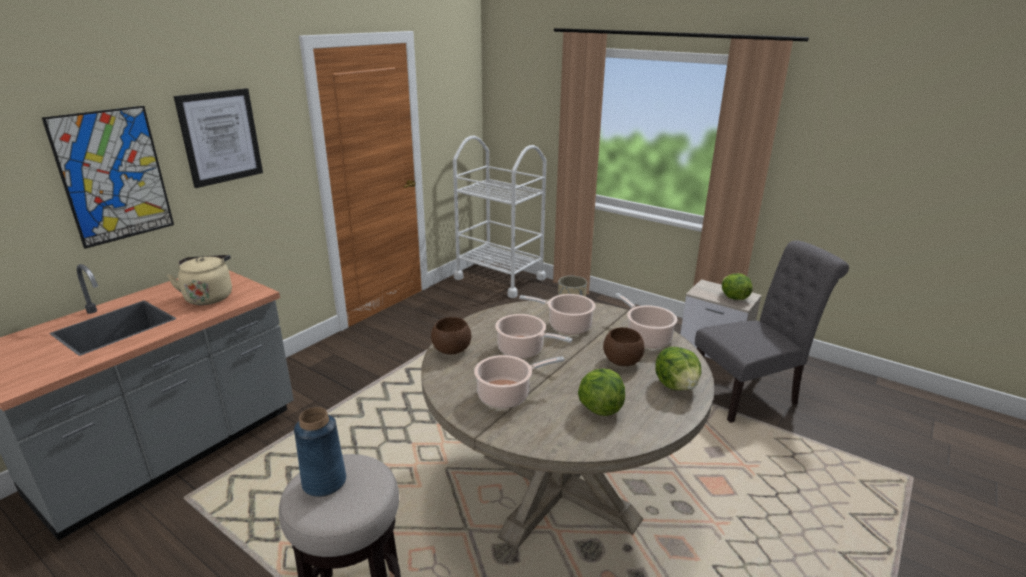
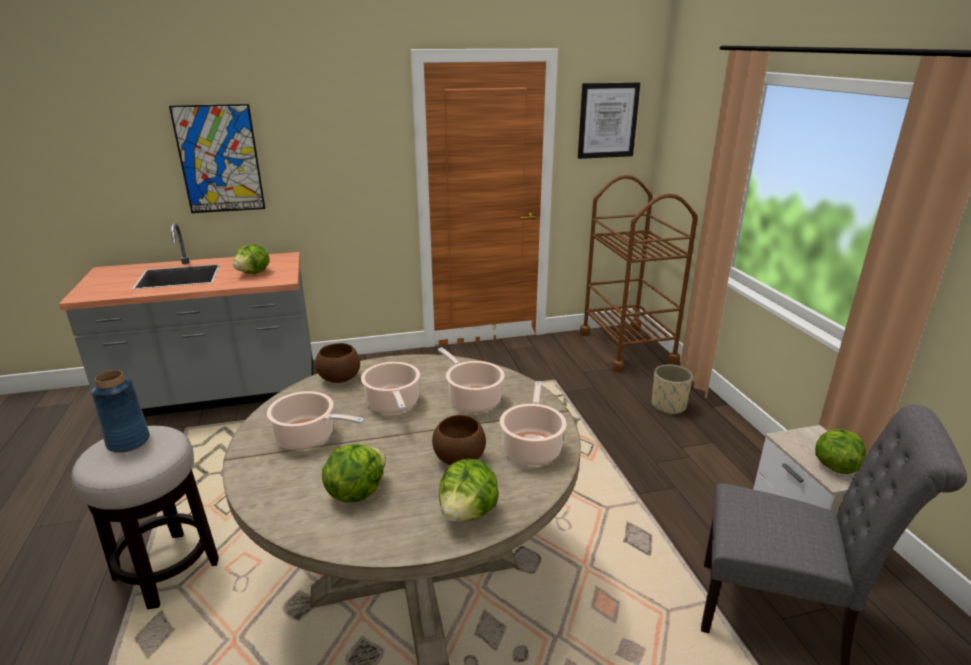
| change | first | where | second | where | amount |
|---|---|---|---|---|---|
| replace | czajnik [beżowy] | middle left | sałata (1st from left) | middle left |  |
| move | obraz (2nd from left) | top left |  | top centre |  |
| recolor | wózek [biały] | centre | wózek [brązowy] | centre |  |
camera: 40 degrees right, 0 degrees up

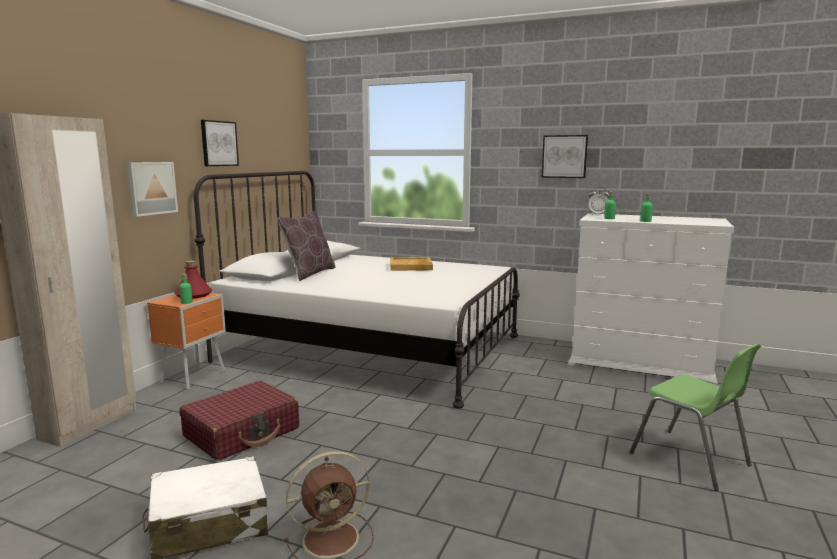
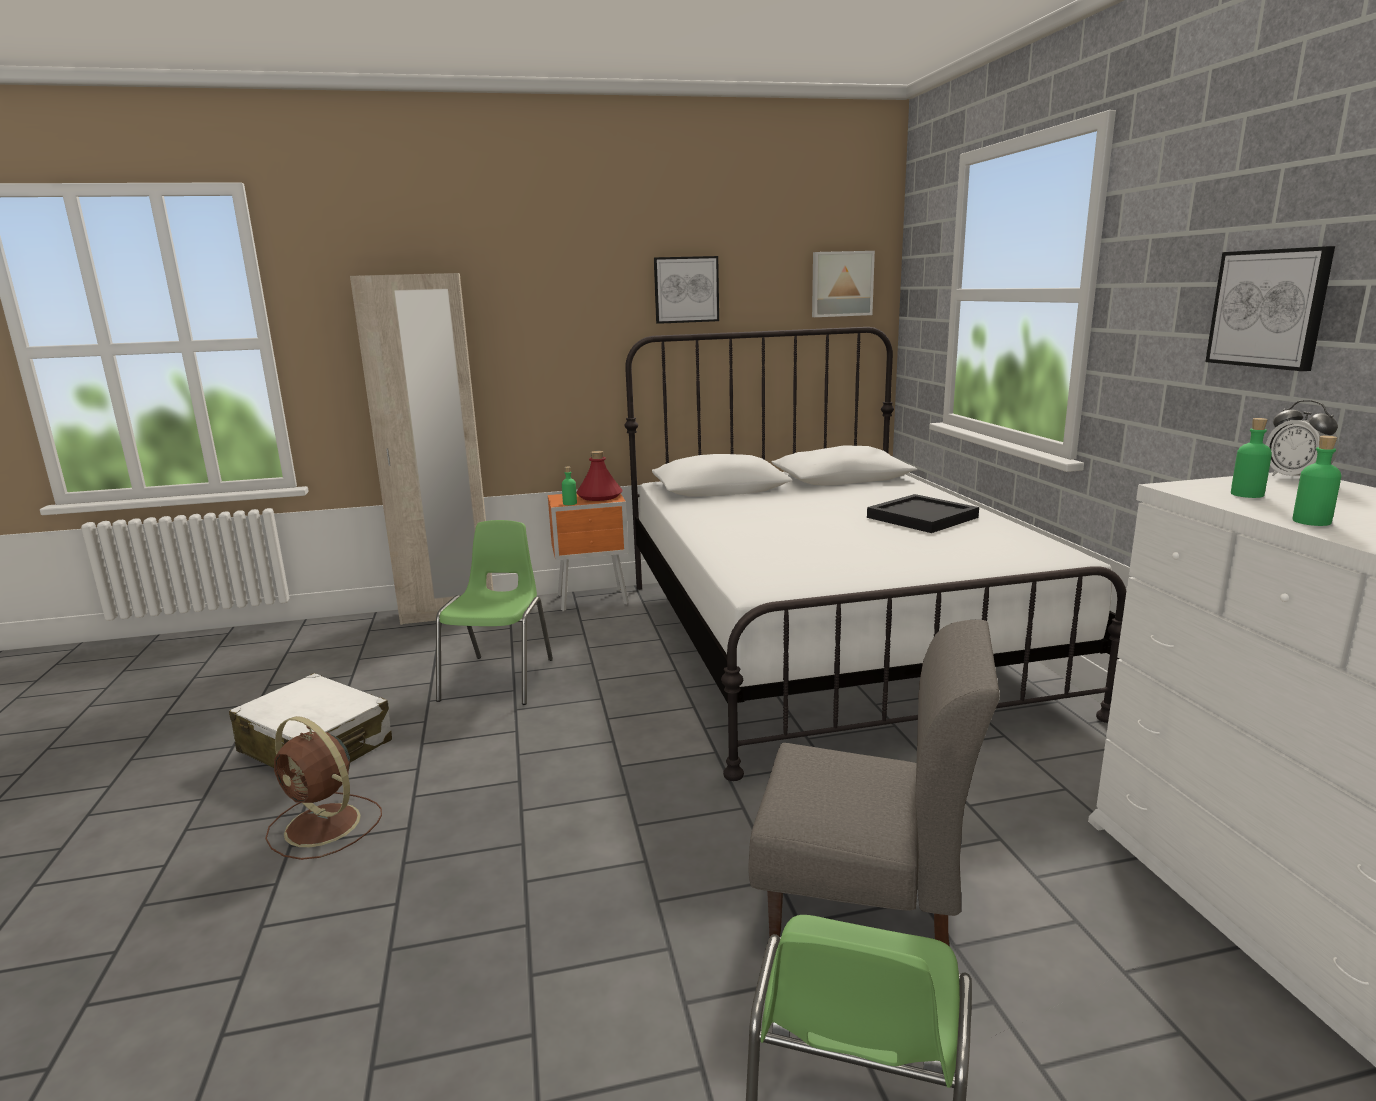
| change | first | where | second | where | amount |
|---|---|---|---|---|---|
| move | obraz (1st from left in the first image) | middle left | obraz (2nd from left) | top centre |  |
| replace | walizka [czerwony] | bottom left | krzesło [zielony] (1st from left) | centre |  |
| delete | poduszka [brązowy] | centre |  |  |  |
| recolor | taca [beżowy] | centre | taca [czarny] | middle right |  |
| insert |  |  | krzesło [szary] | bottom centre |  |
camera: 55 degrees right, 5 degrees up

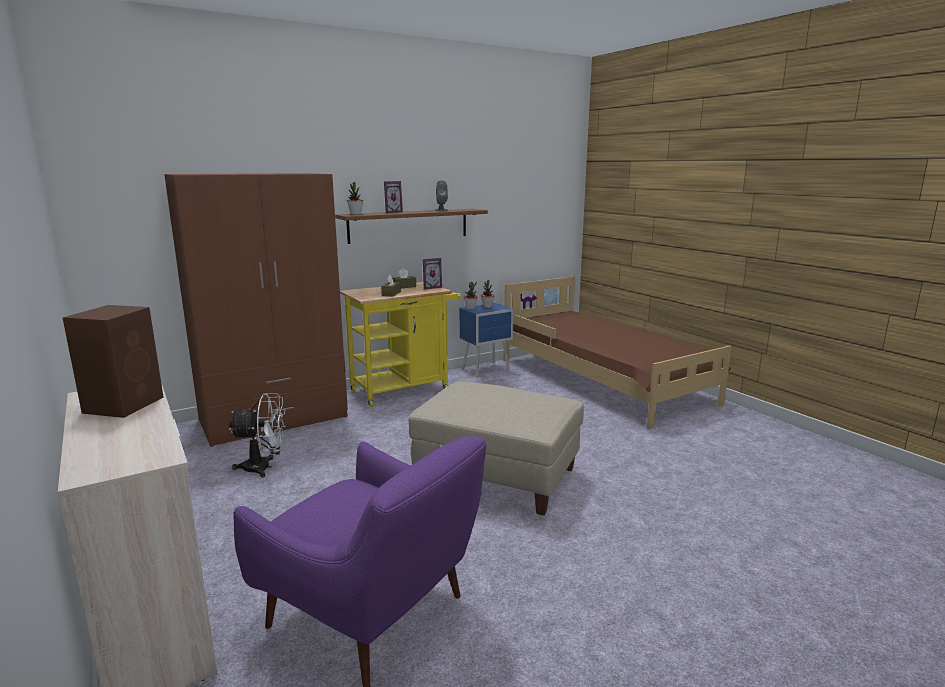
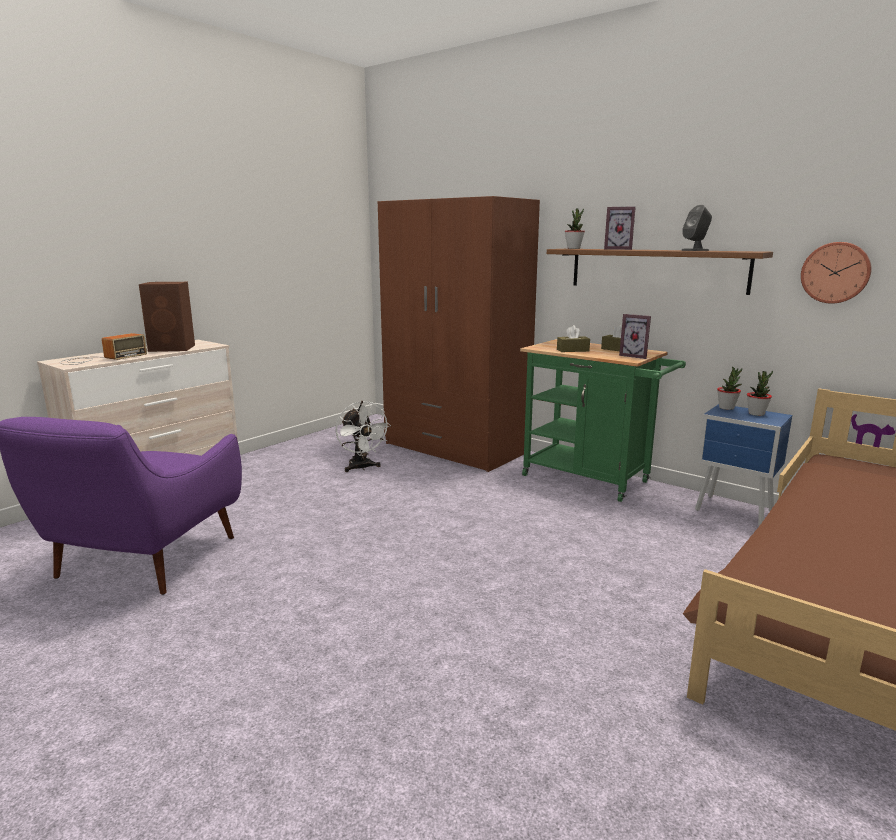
| change | first | where | second | where | amount |
|---|---|---|---|---|---|
| recolor | wózek [żółty] | centre | wózek [zielony] | middle right |  |
| delete | pufa [beżowy] | centre |  |  |  |
| insert |  |  | radio | middle left |  |
| insert |  |  | zegar ścienny | top right |  |
camera: 70 degrees right, 0 degrees up

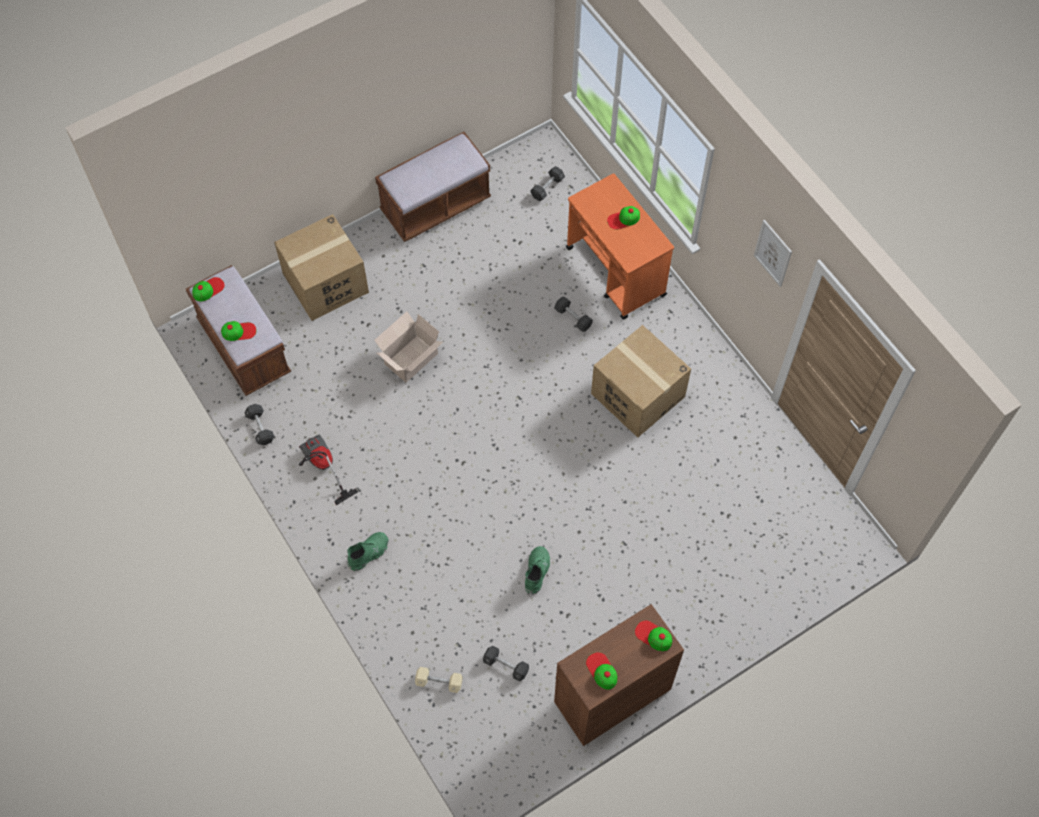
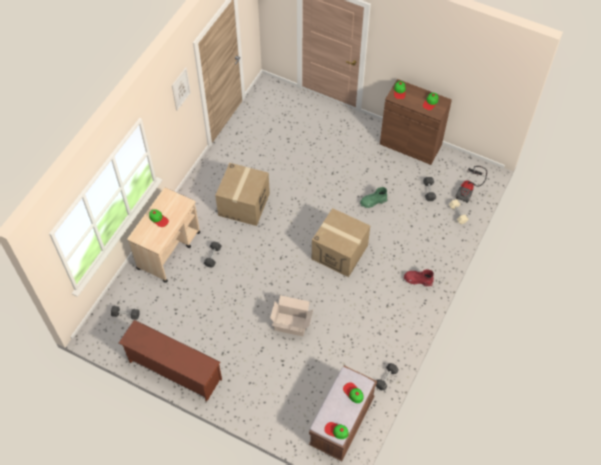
| change | first | where | second | where | amount |
|---|---|---|---|---|---|
| move | karton (1st from left in the first image) | top left | karton (3rd from left) | centre |  |
| move | odkurzacz | middle left |  | middle right |  |
| recolor | but z cholewką [zielony] (1st from left) | bottom centre | but z cholewką [czerwony] | middle right |  |
| replace | ławka [brązowy] (2nd from left) | top centre | regał na buty [brązowy] | bottom left |  |
| recolor | wózek [pomarańczowy] | top centre | wózek [beżowy] | middle left |  |
camera: 120 degrees left, 5 degrees down

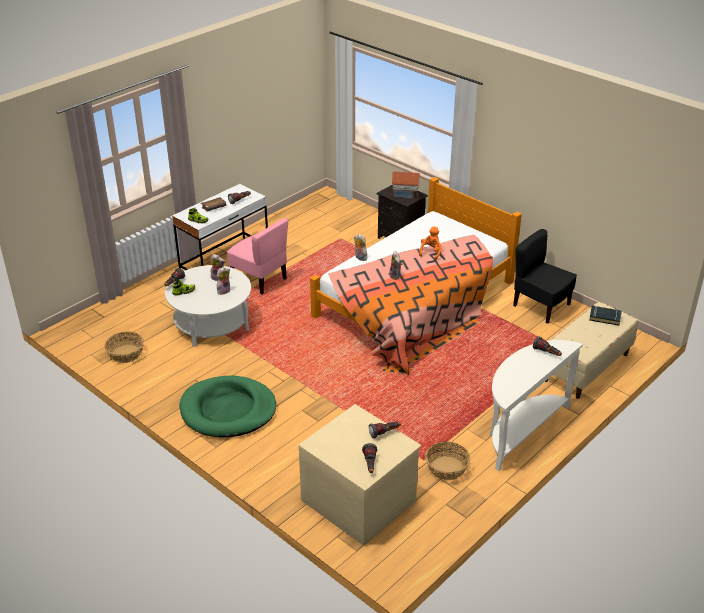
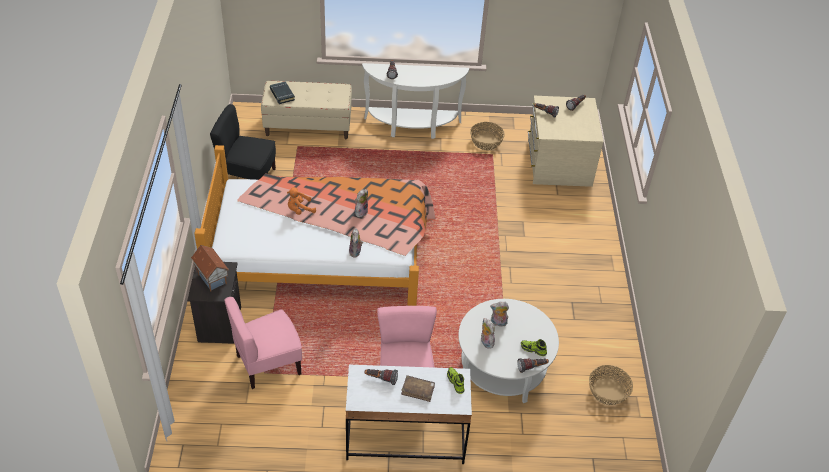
| change | first | where | second | where | amount |
|---|---|---|---|---|---|
| delete | legowisko [zielony] | middle left |  |  |  |
| rotate | krzesło [czarny] | middle right |  | top left | 105 degrees clockwise |
| insert |  |  | krzesło [różowy] (1st from left) | bottom left |  |
camera: 135 degrees left, 10 degrees up

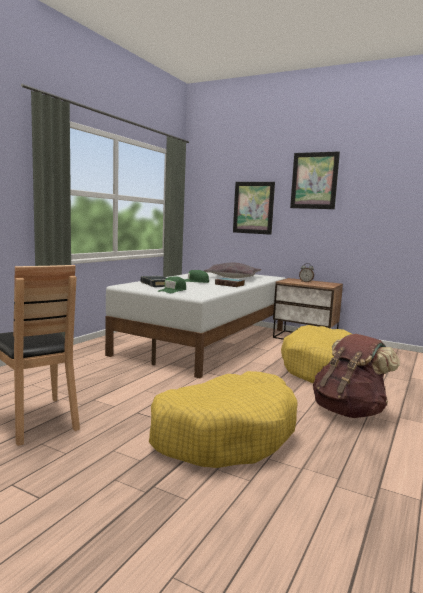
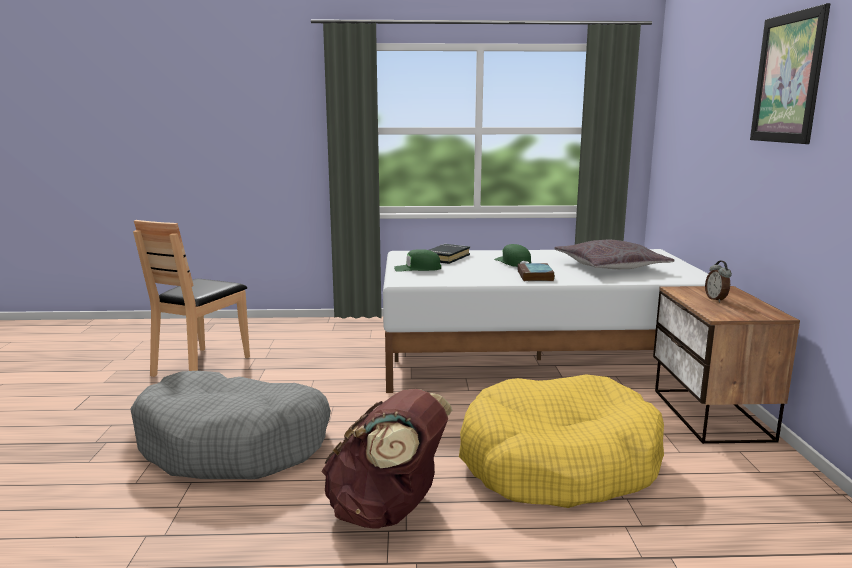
| change | first | where | second | where | amount |
|---|---|---|---|---|---|
| recolor | legowisko [żółty] (1st from left) | bottom centre | legowisko [szary] | bottom left |  |
| delete | obraz (1st from left) | centre |  |  |  |
camera: 60 degrees right, 5 degrees up

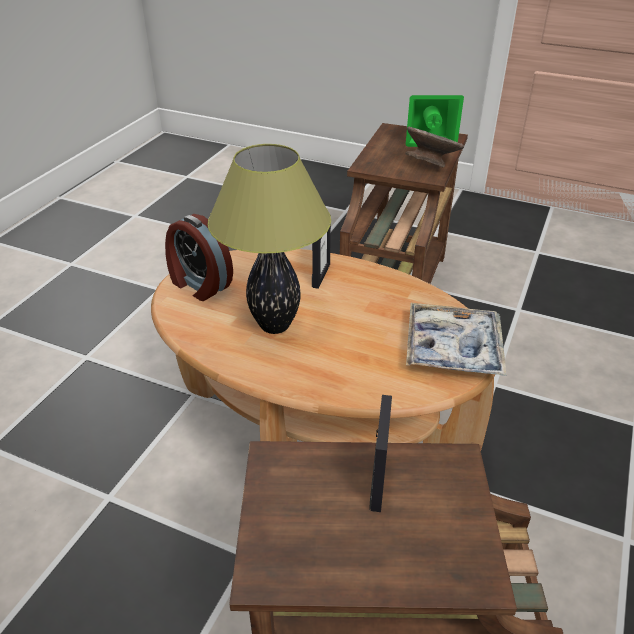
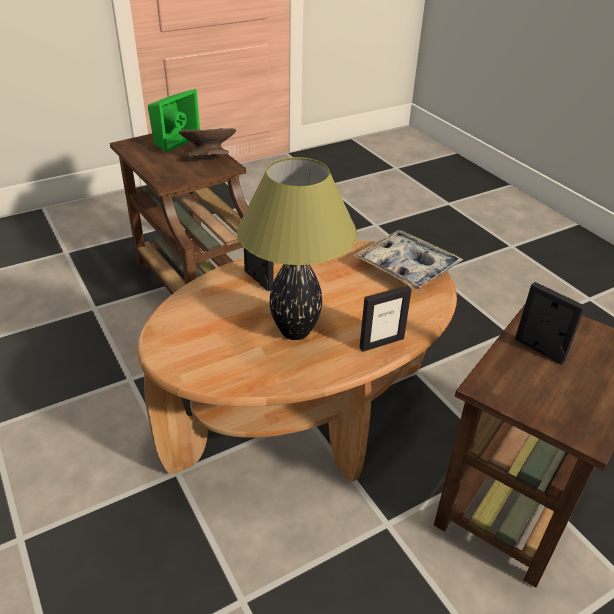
| change | first | where | second | where | amount |
|---|---|---|---|---|---|
| delete | budzik | middle left |  |  |  |
| insert |  |  | ramka na zdjęcie (2nd from left) | centre |  |
camera: 55 degrees left, 0 degrees up

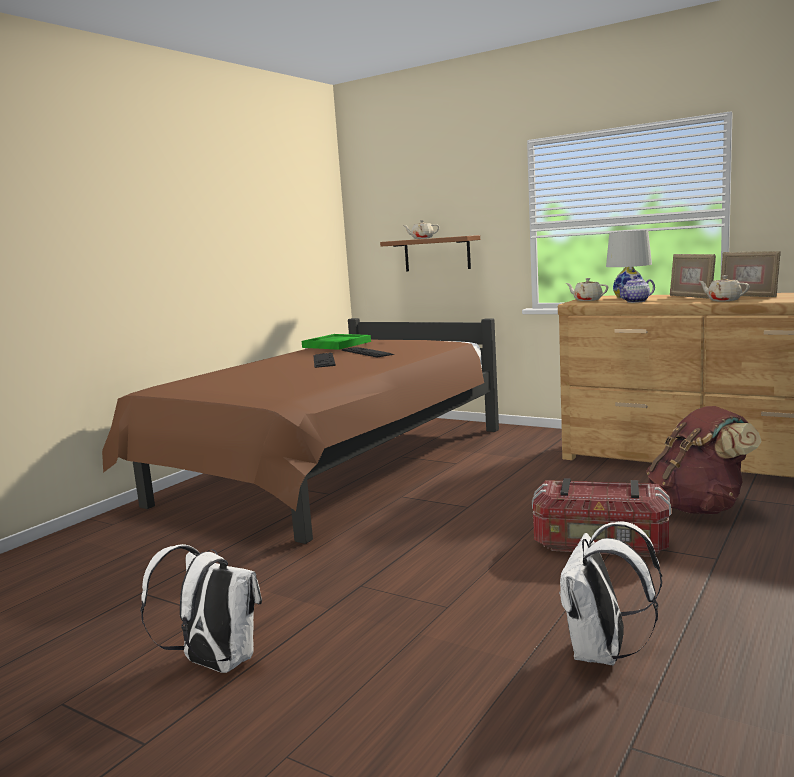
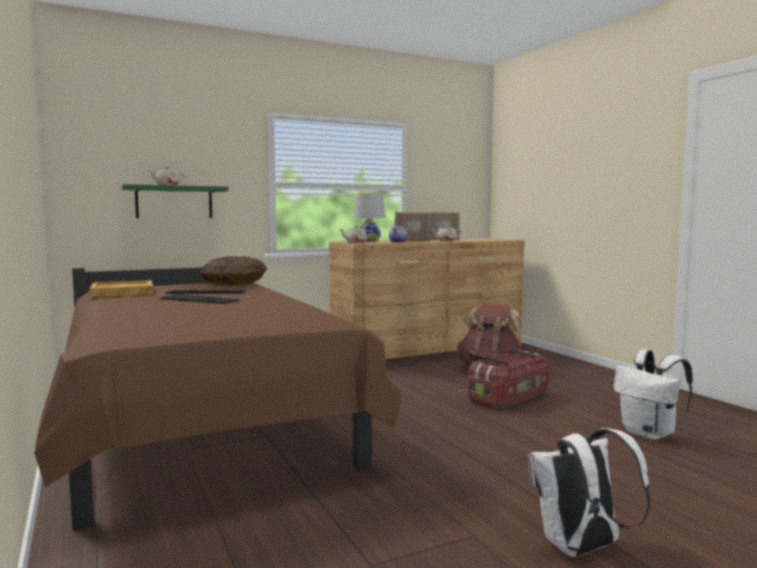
| change | first | where | second | where | amount |
|---|---|---|---|---|---|
| recolor | taca [zielony] | centre | taca [beżowy] | middle left |  |
| recolor | półka [brązowy] | top centre | półka [zielony] | middle left |  |
| insert |  |  | poduszka | middle left |  |
camera: 60 degrees left, 5 degrees down

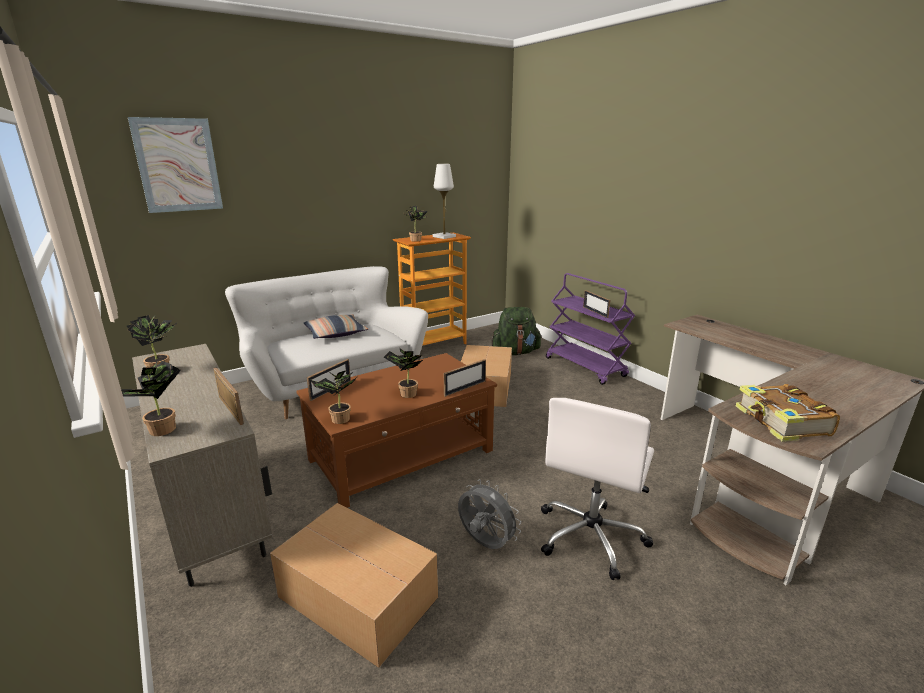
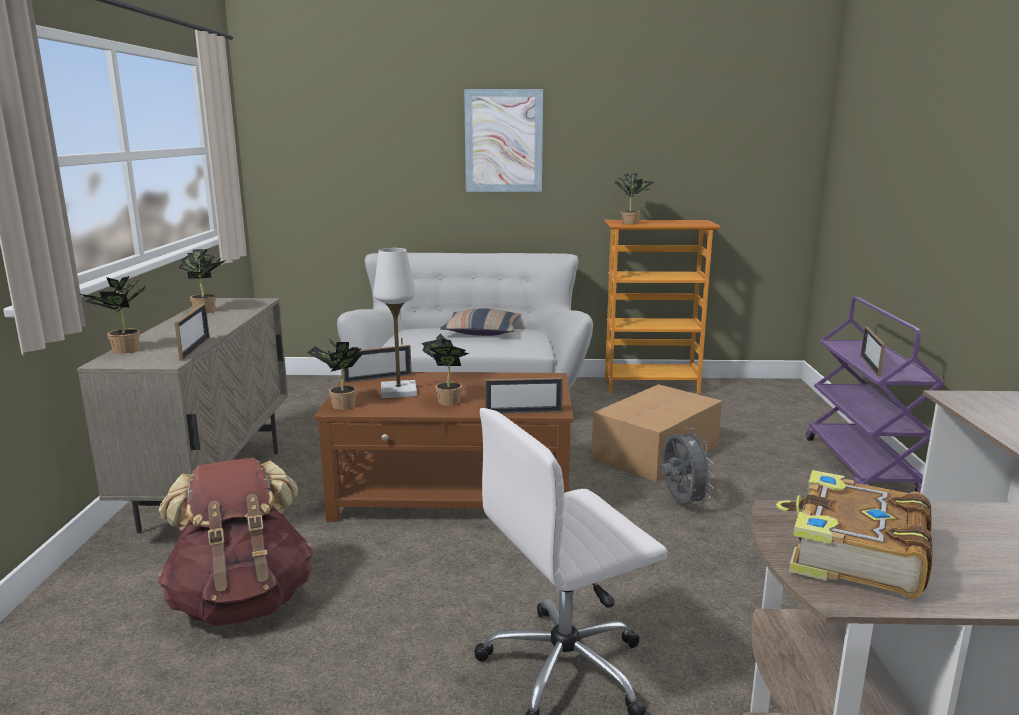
| change | first | where | second | where | amount |
|---|---|---|---|---|---|
| move | obraz | top left |  | top centre |  |
| replace | karton (1st from left) | bottom centre | plecak [brązowy] | bottom left |  |
| move | lampa stołowa [biały] | top centre |  | centre |  |
| move | wentylator [szary] | bottom centre |  | middle right |  |
| delete | plecak [zielony] | centre |  |  |  |
camera: 35 degrees right, 5 degrees down

